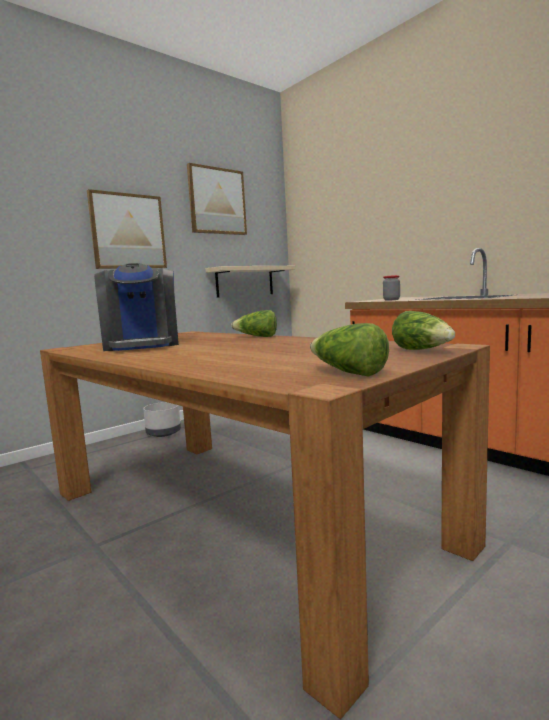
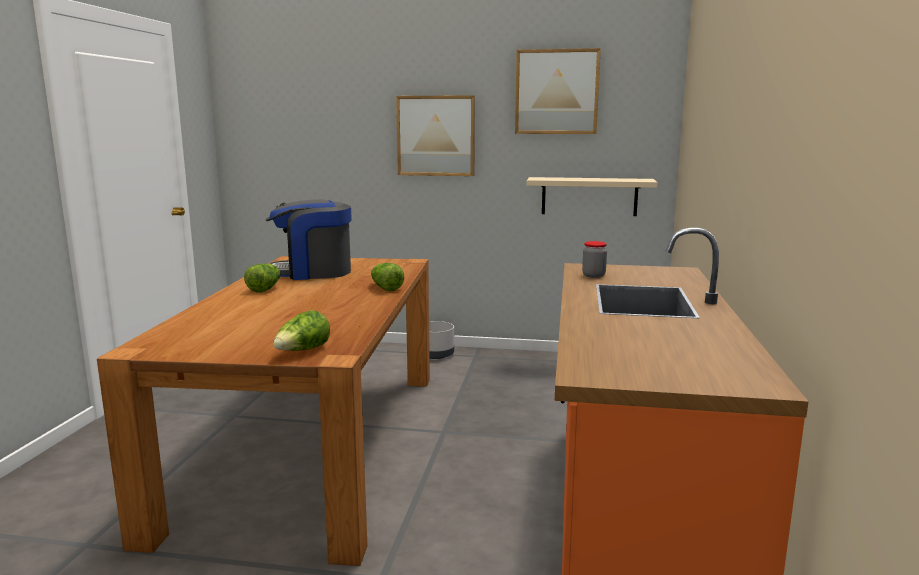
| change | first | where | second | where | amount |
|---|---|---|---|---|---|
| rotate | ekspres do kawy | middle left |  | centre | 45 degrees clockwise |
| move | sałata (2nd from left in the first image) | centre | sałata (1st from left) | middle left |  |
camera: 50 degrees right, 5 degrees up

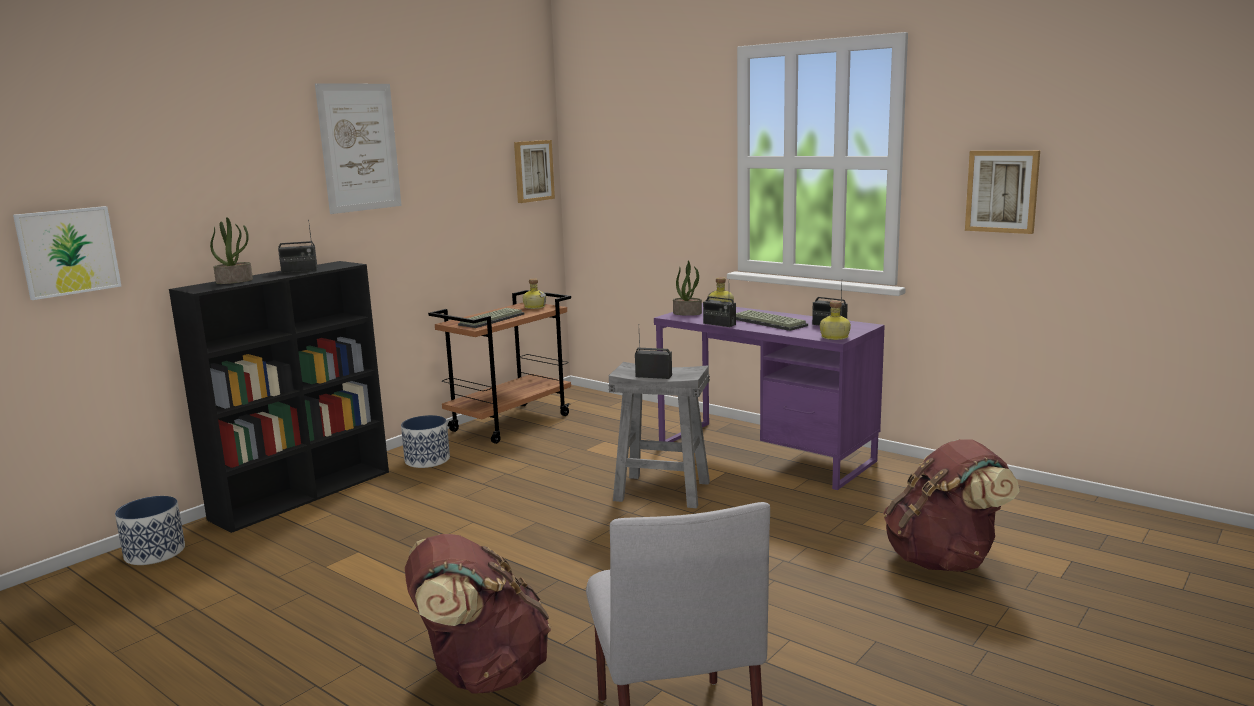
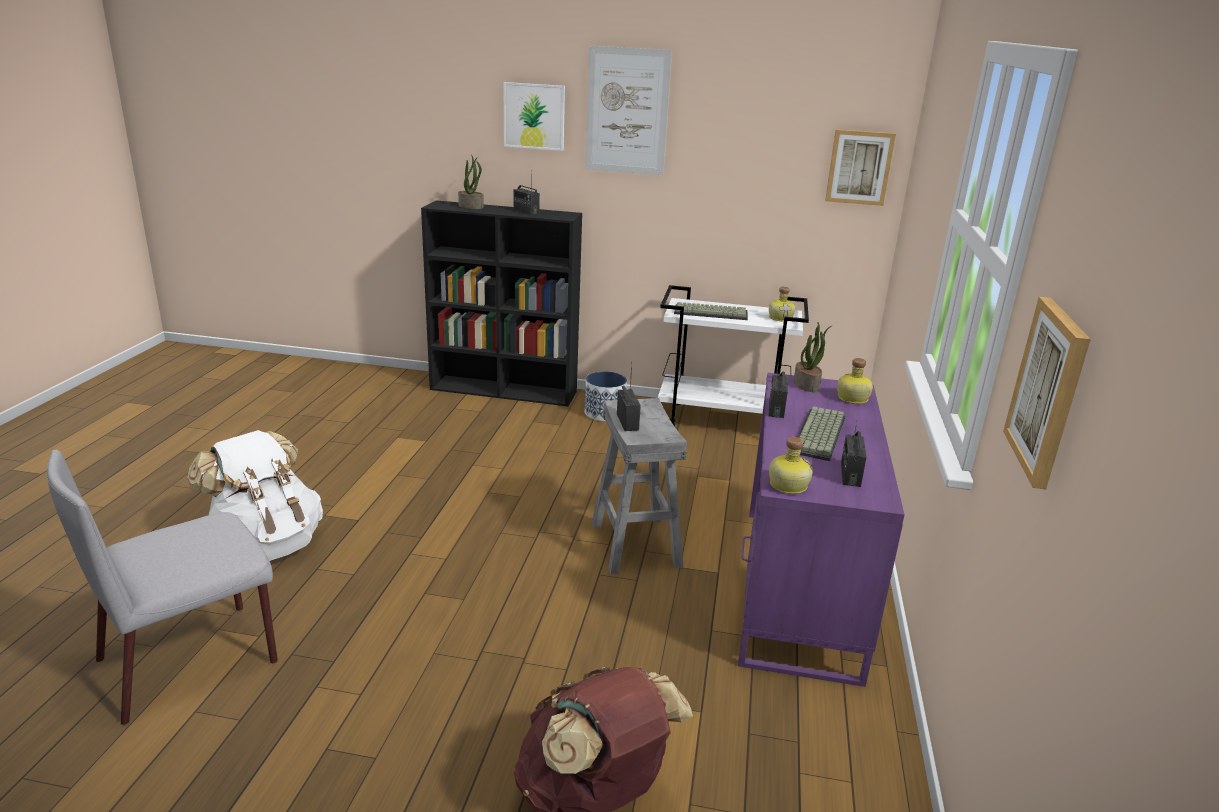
| change | first | where | second | where | amount |
|---|---|---|---|---|---|
| move | obraz (1st from left) | middle left |  | top centre |  |
| delete | donica (1st from left) | bottom left |  |  |  |
| recolor | plecak [brązowy] (1st from left) | bottom centre | plecak [biały] | middle left |  |
| recolor | wózek [brązowy] | centre | wózek [biały] | centre |  |
camera: 60 degrees right, 10 degrees up

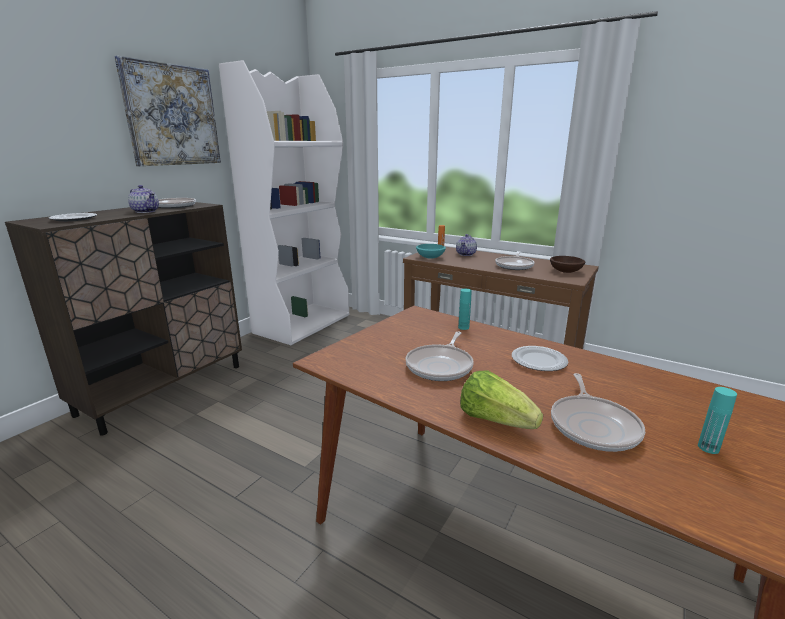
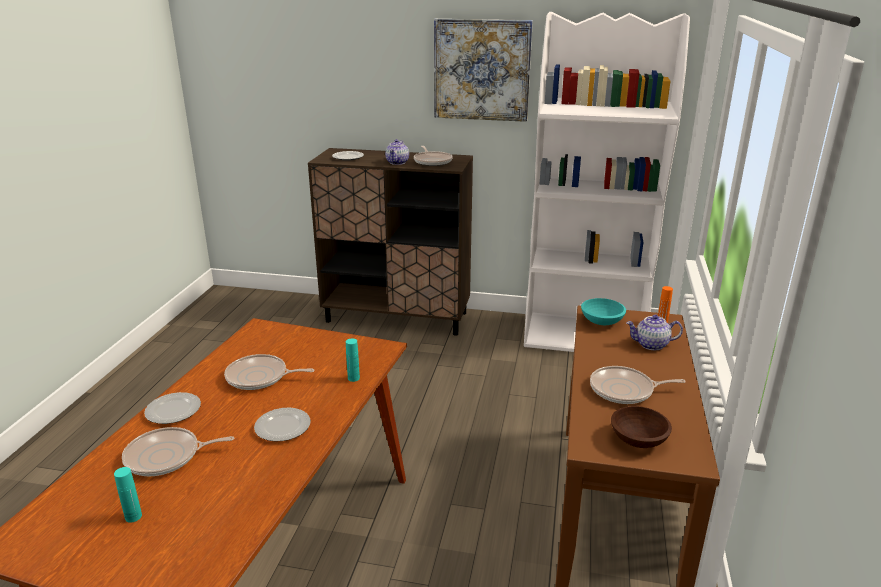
| change | first | where | second | where | amount |
|---|---|---|---|---|---|
| replace | sałata | centre | talerz (1st from left) | bottom left |  |
camera: 70 degrees right, 5 degrees up

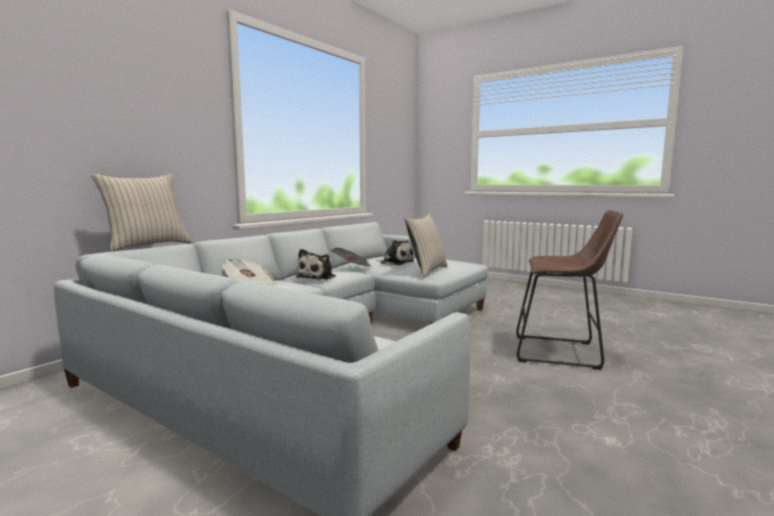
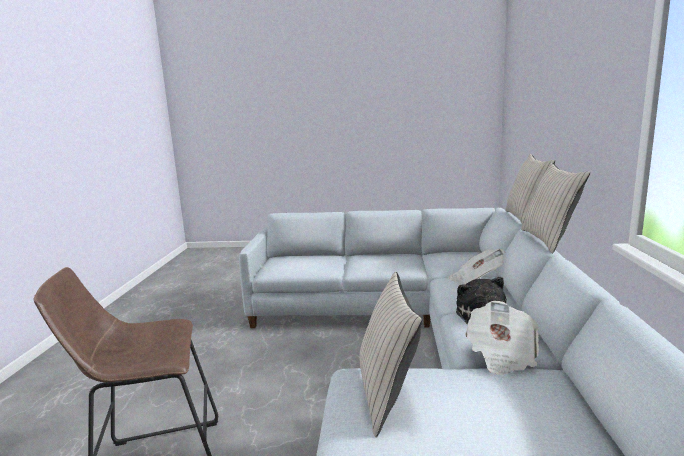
| change | first | where | second | where | amount |
|---|---|---|---|---|---|
| delete | pluszak (2nd from left) | centre |  |  |  |
| insert |  |  | poduszka [beżowy] (3rd from left) | middle right |  |
camera: 150 degrees right, 5 degrees up

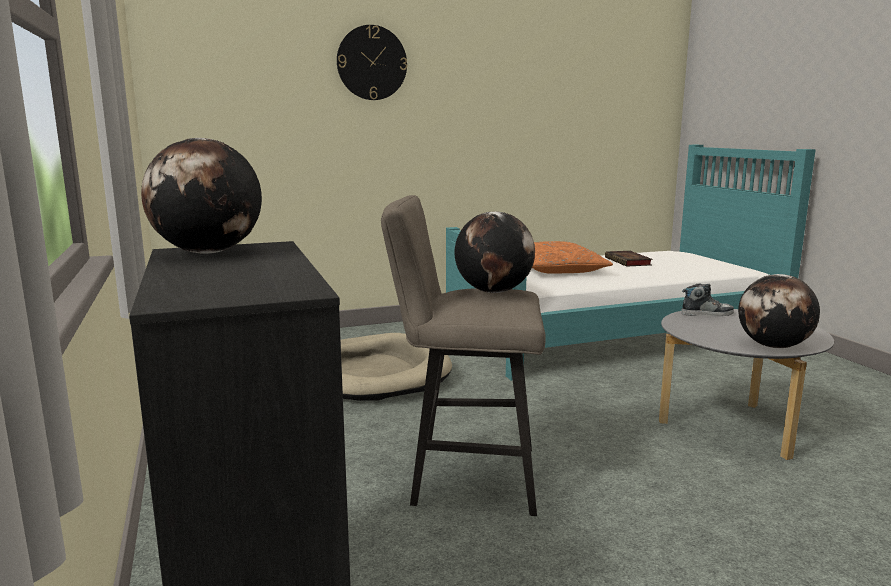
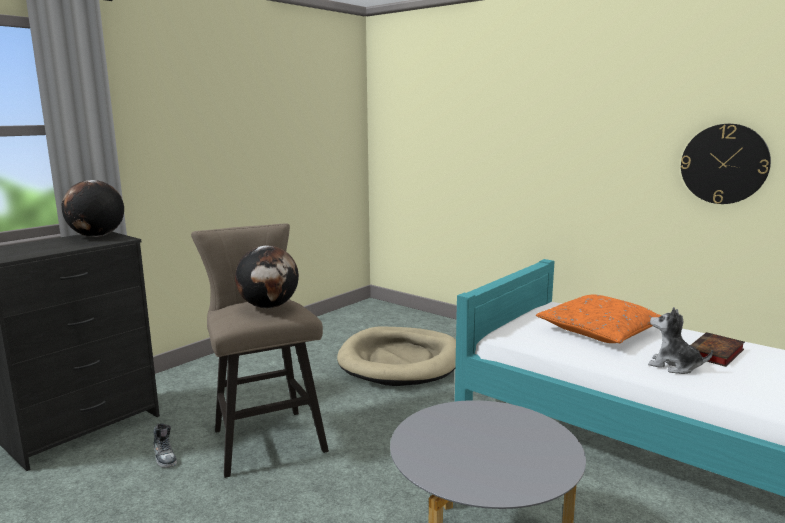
| change | first | where | second | where | amount |
|---|---|---|---|---|---|
| move | zegar ścienny | top centre |  | top right |  |
| move | but | middle right |  | bottom left |  |
| delete | globus (3rd from left) | middle right |  |  |  |
| insert |  |  | pluszak | middle right |  |
camera: 60 degrees right, 0 degrees up

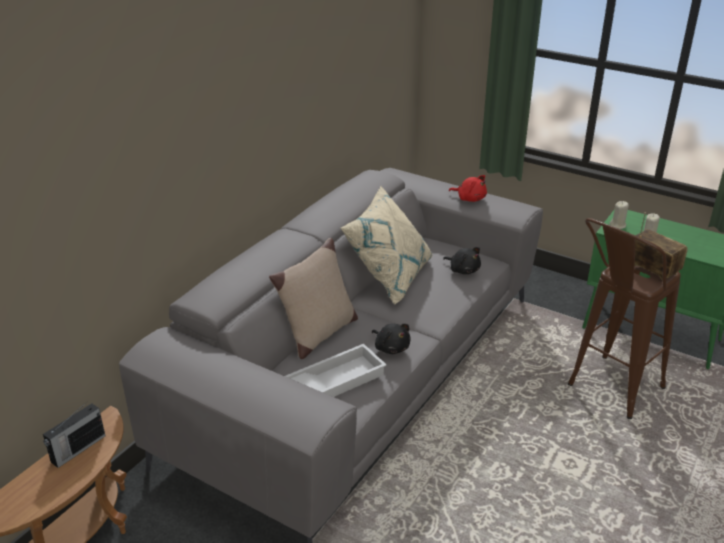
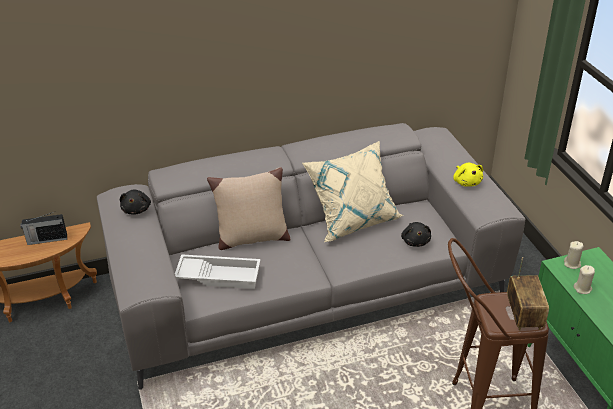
| change | first | where | second | where | amount |
|---|---|---|---|---|---|
| move | pluszak [czarny] (1st from left) | centre |  | middle left |  |
| recolor | pluszak [czerwony] | centre | pluszak [żółty] | middle right |  |
camera: 40 degrees right, 5 degrees up

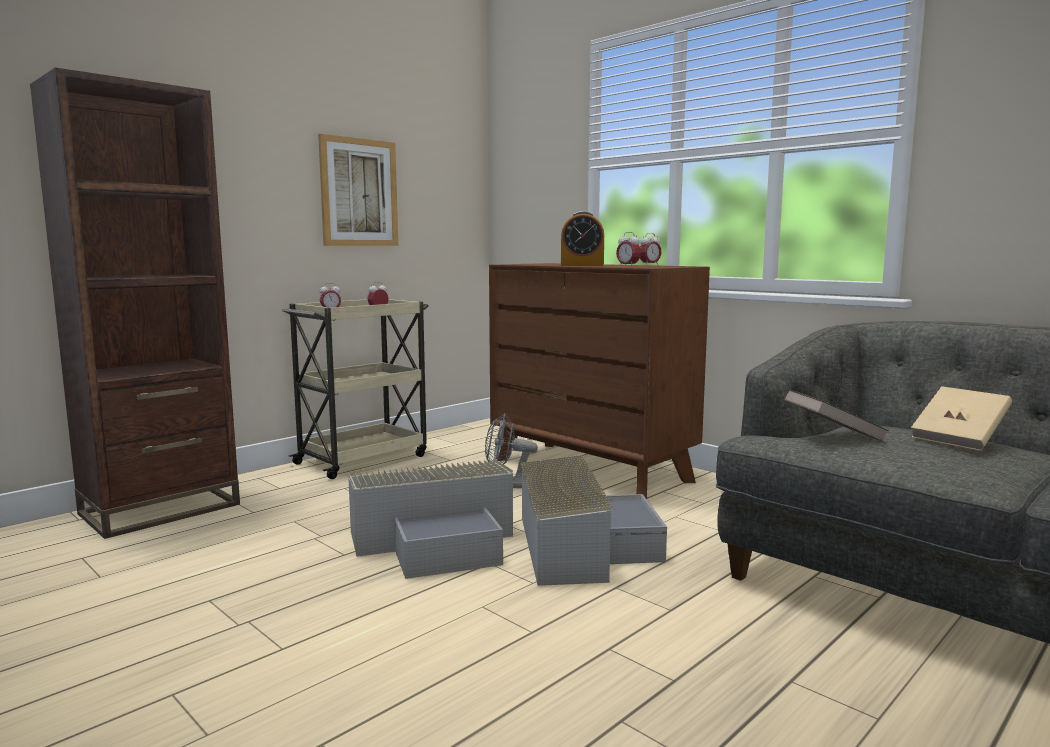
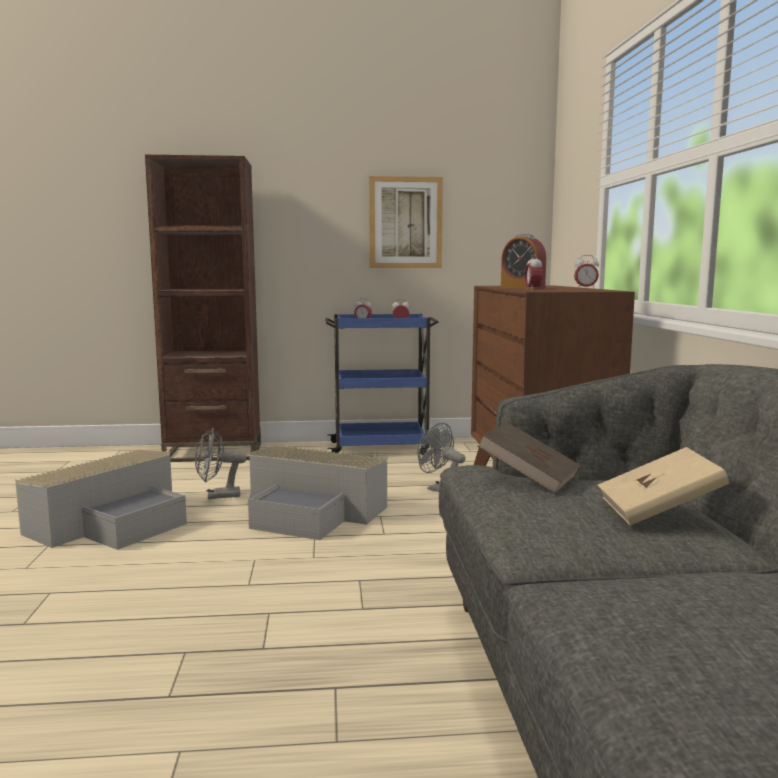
| change | first | where | second | where | amount |
|---|---|---|---|---|---|
| recolor | wózek [beżowy] | centre | wózek [niebieski] | centre |  |
| move | pojemnik do przechowywania [szary] (2nd from left in the first image) | bottom centre | pojemnik do przechowywania [szary] (1st from left) | middle left |  |
| insert |  |  | wentylator [szary] (1st from left) | middle left |  |
camera: 40 degrees right, 0 degrees up

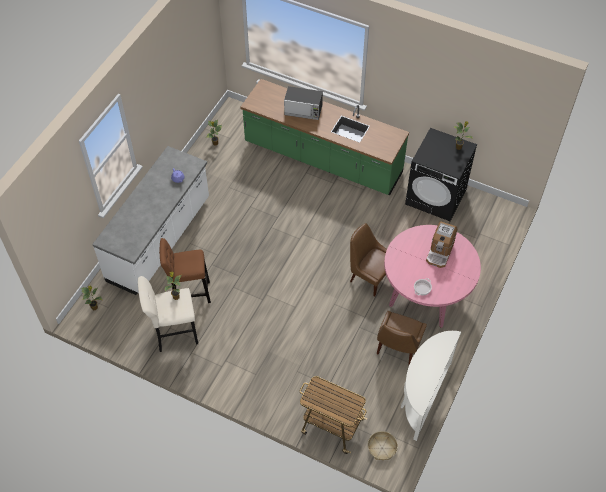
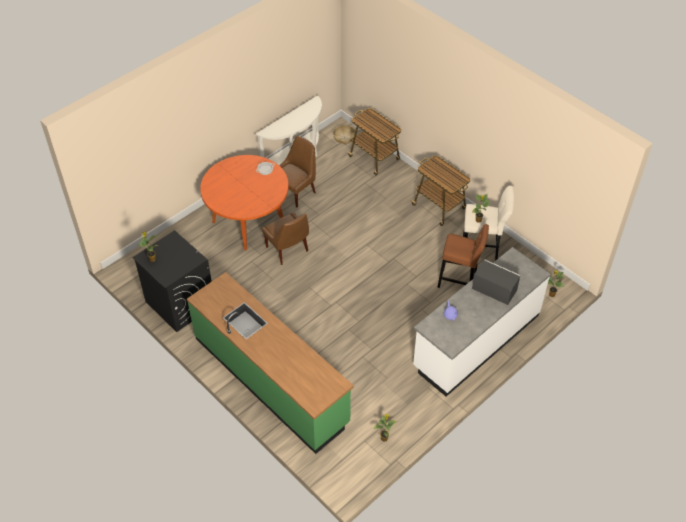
| change | first | where | second | where | amount |
|---|---|---|---|---|---|
| move | mikrofalówka | top centre |  | middle right |  |
| recolor | stół jadalny [różowy] | middle right | stół jadalny [pomarańczowy] | centre |  |
| delete | ekspres do kawy | middle right |  |  |  |
| insert |  |  | wózek (2nd from left) | centre |  |
camera: 160 degrees left, 5 degrees down

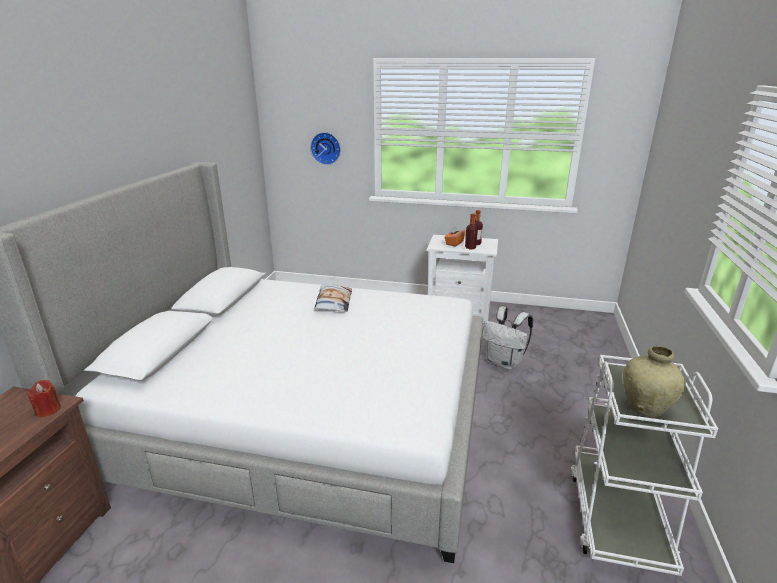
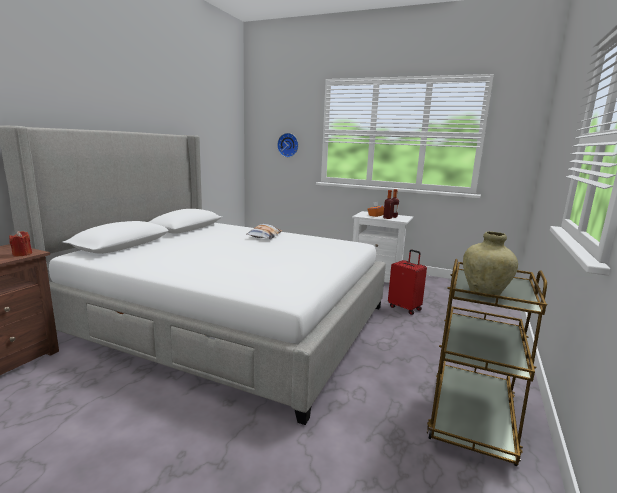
| change | first | where | second | where | amount |
|---|---|---|---|---|---|
| replace | plecak [biały] | centre | walizka [czerwony] | centre |  |
| recolor | wózek [biały] | bottom right | wózek [brązowy] | bottom right |  |
camera: 10 degrees right, 10 degrees down

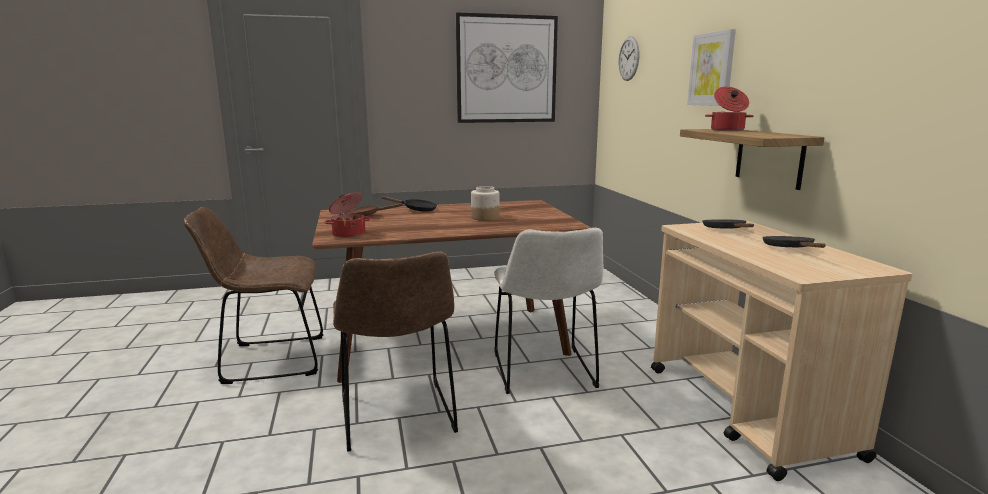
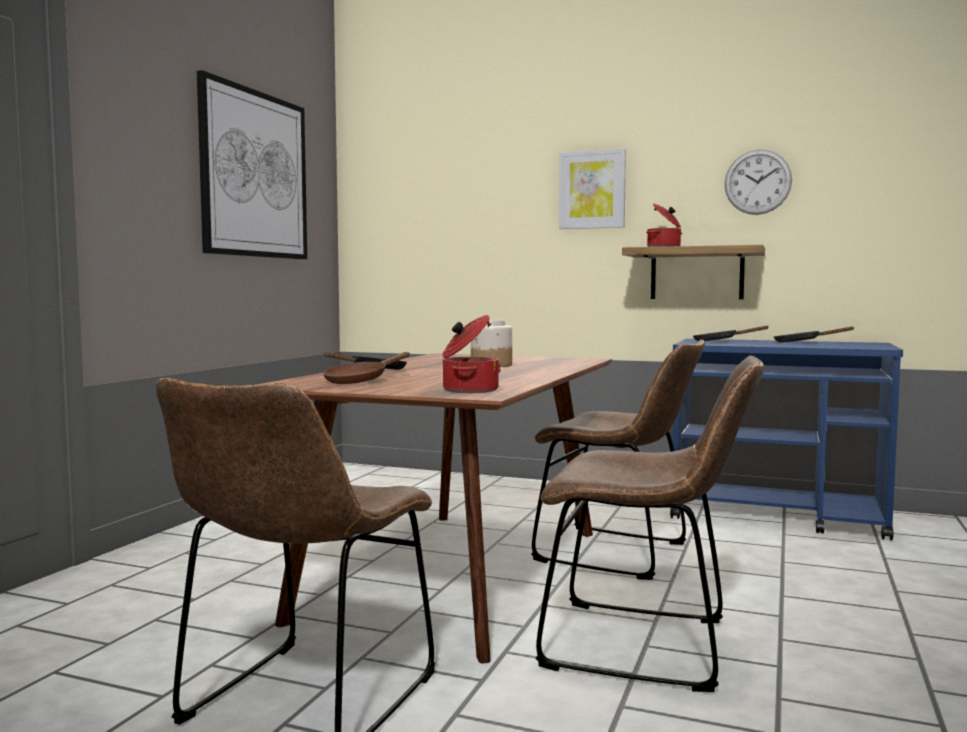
| change | first | where | second | where | amount |
|---|---|---|---|---|---|
| recolor | krzesło [biały] | centre | krzesło [brązowy] (2nd from left) | centre |  |
| move | zegar ścienny | top centre |  | top right |  |
| recolor | wózek [beżowy] | bottom right | wózek [niebieski] | middle right |  |
camera: 55 degrees left, 10 degrees down

